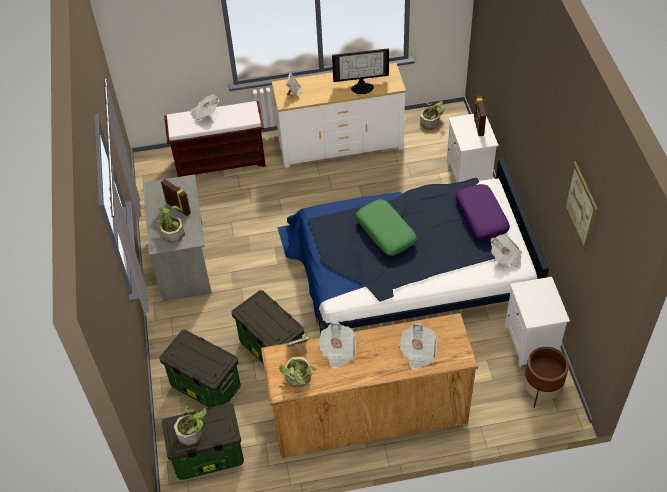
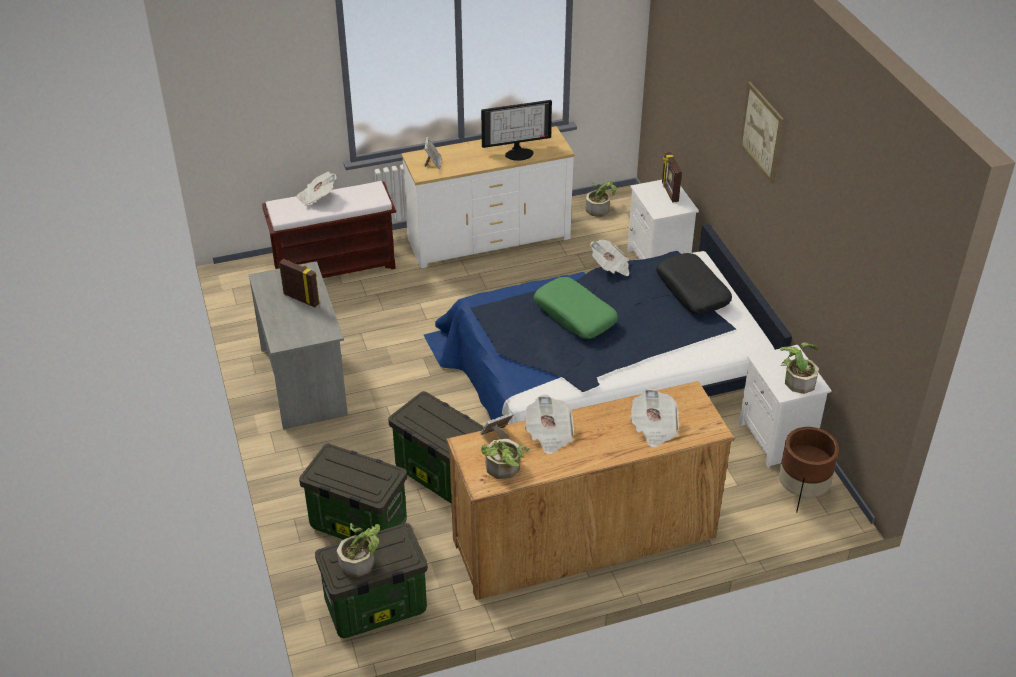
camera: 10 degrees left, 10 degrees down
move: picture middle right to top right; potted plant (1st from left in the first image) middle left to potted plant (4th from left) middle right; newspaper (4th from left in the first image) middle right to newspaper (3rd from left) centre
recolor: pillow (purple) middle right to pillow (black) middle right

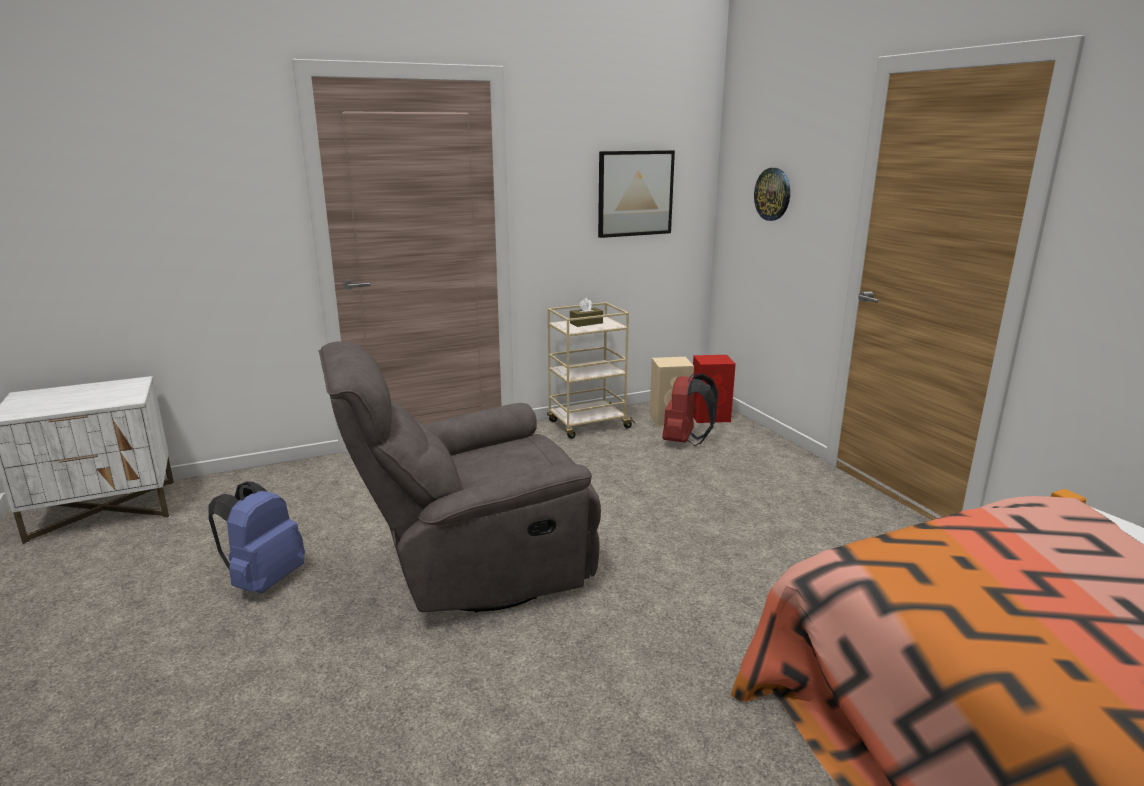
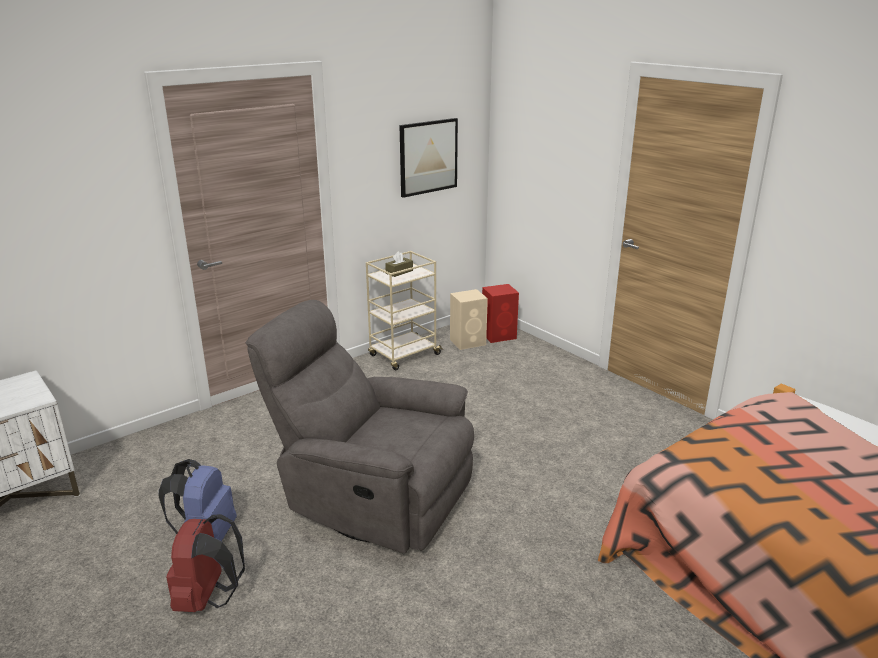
camera: 15 degrees left, 5 degrees up
delete: wall clock top right
move: backpack (red) centre to bottom left
rotate: armchair (grey) centre = centre 60 degrees clockwise

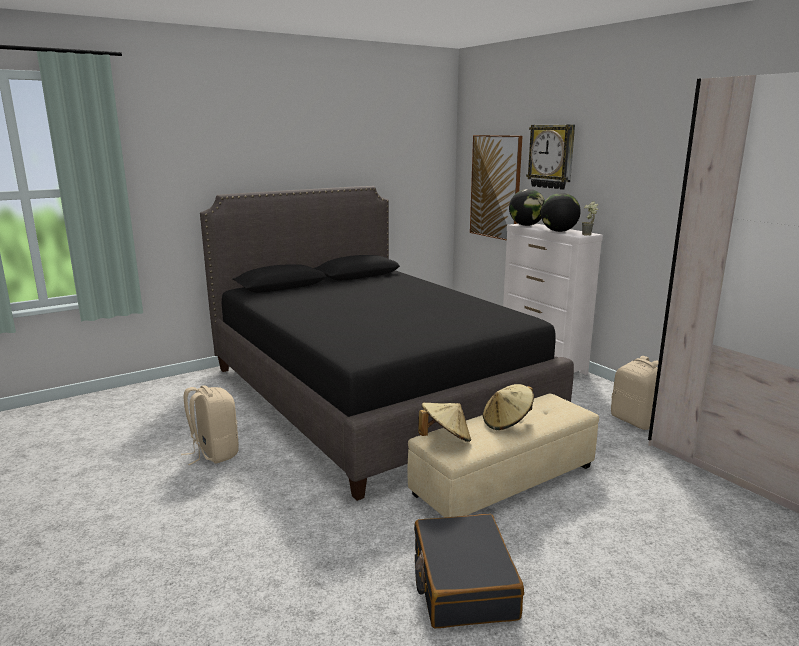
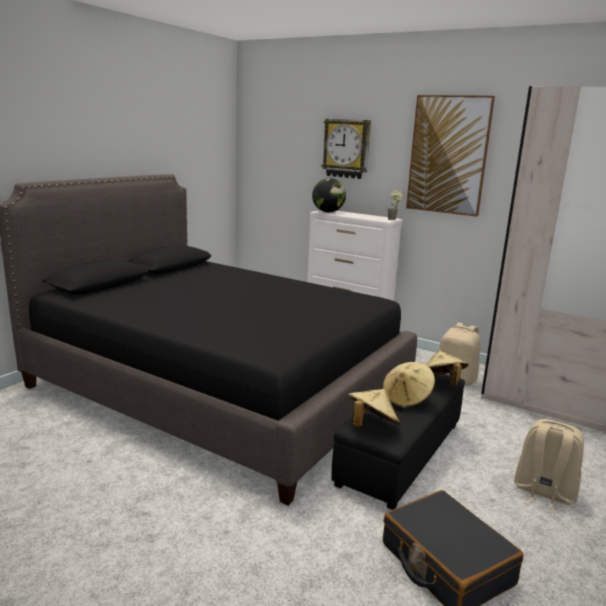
camera: 25 degrees left, 0 degrees up
delete: globe (2nd from left) top right
insert: hat (beige) (3rd from left) middle right
move: picture top centre to top right; backpack (beige) (1st from left in the first image) middle left to backpack (beige) (2nd from left) bottom right
recolor: ottoman (beige) bottom centre to ottoman (black) bottom centre

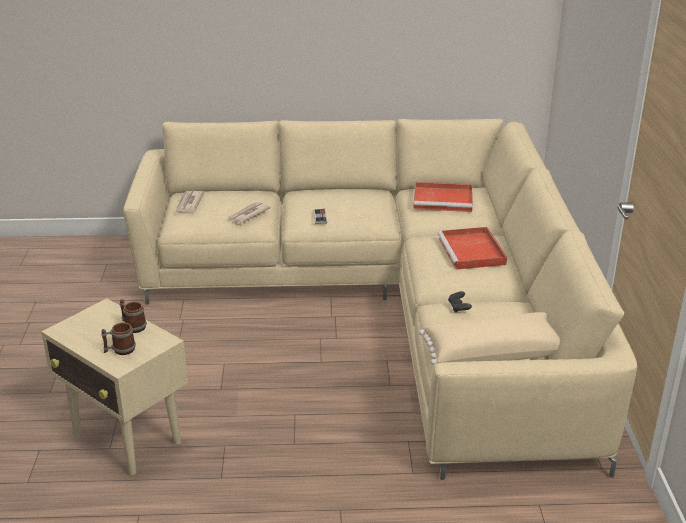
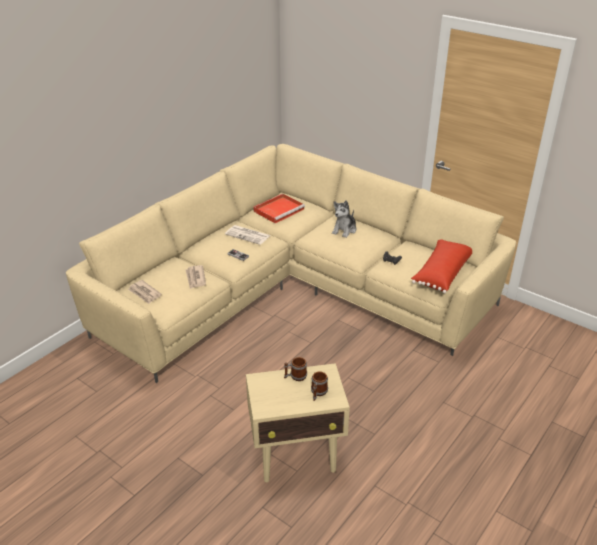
camera: 50 degrees left, 5 degrees up
insert: newspaper (3rd from left) centre
replace: tray (red) (2nd from left) middle right to plush toy centre
recolor: pillow (beige) middle right to pillow (red) middle right

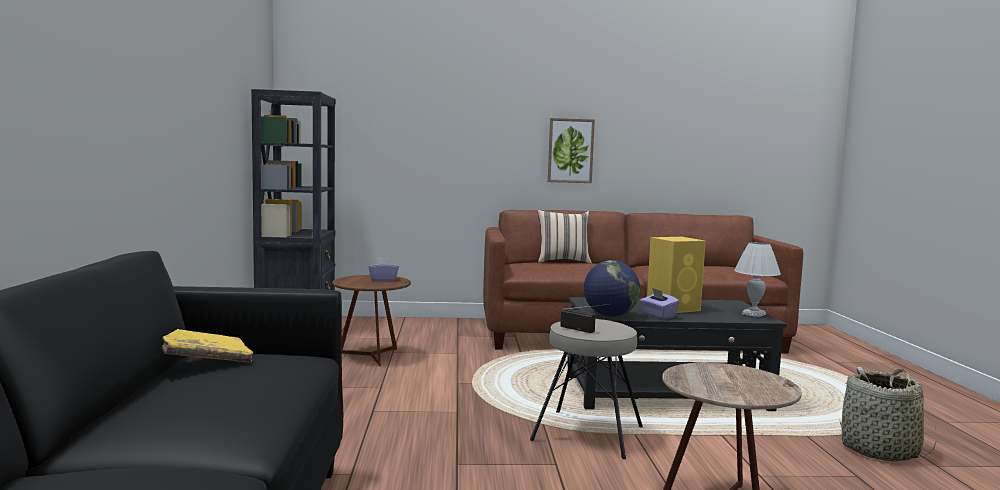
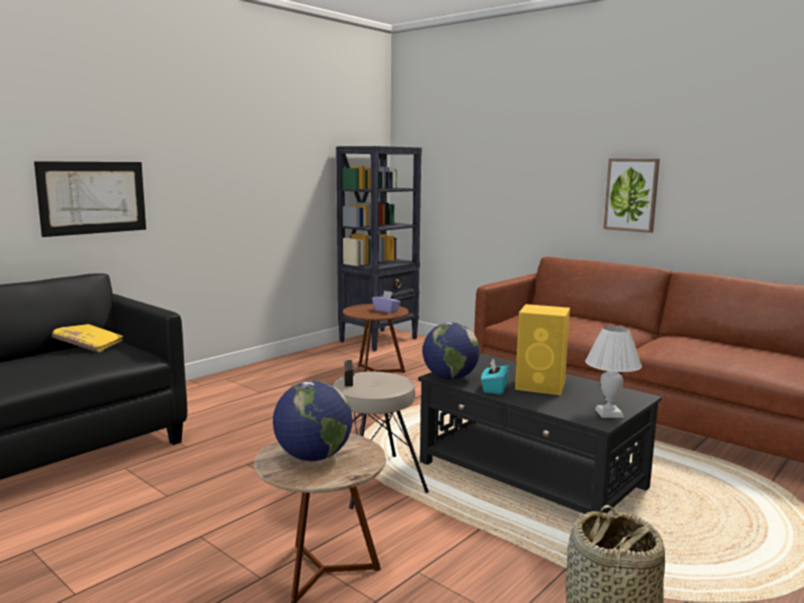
camera: 45 degrees right, 5 degrees up
delete: pillow (beige) centre
insert: picture (1st from left) top left; globe (1st from left) bottom centre
recolor: tissue box (purple) (2nd from left) centre to tissue box (turquoise) centre

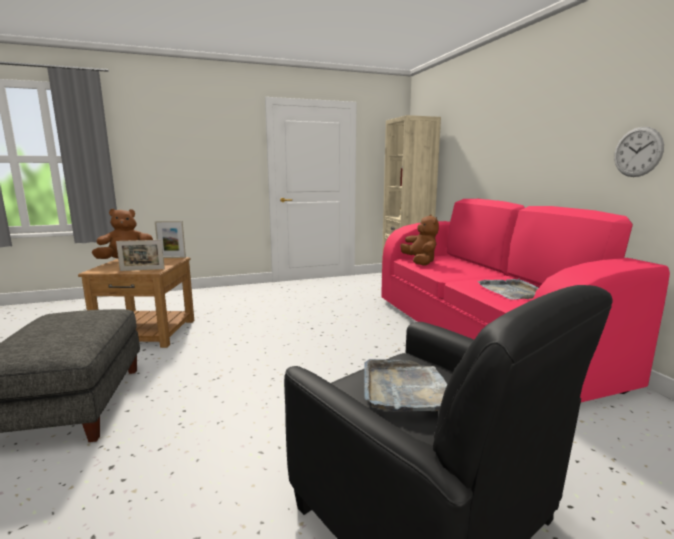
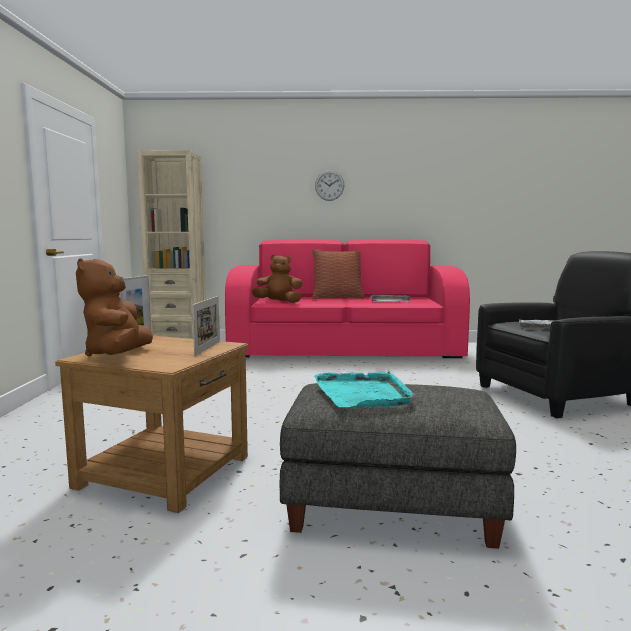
camera: 70 degrees left, 5 degrees down
insert: pillow centre; tray (turquoise) centre
move: wall clock top right to top centre

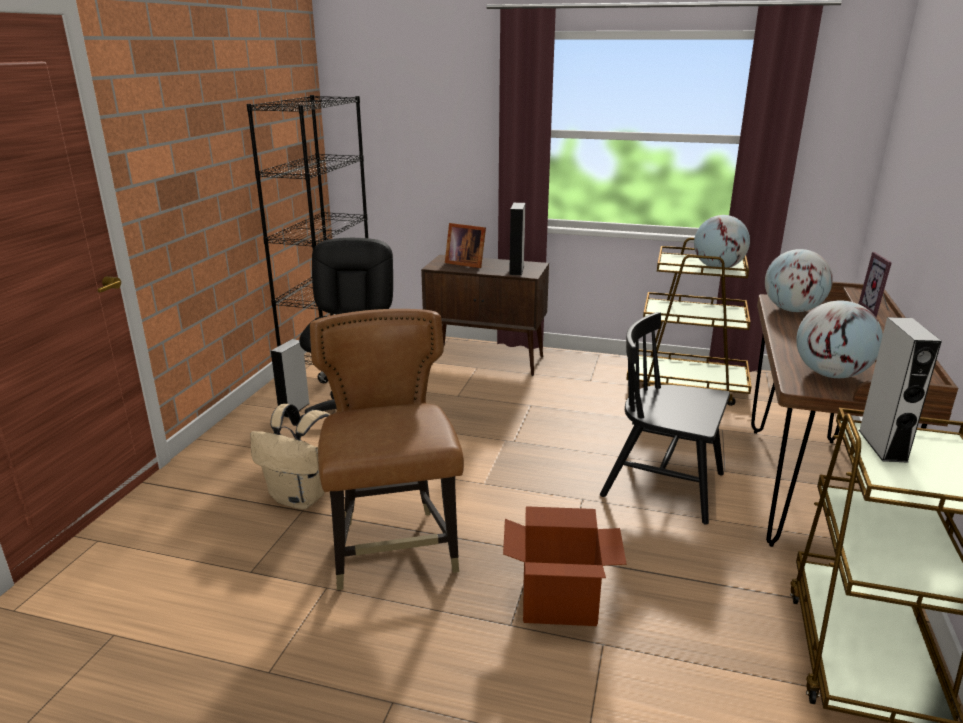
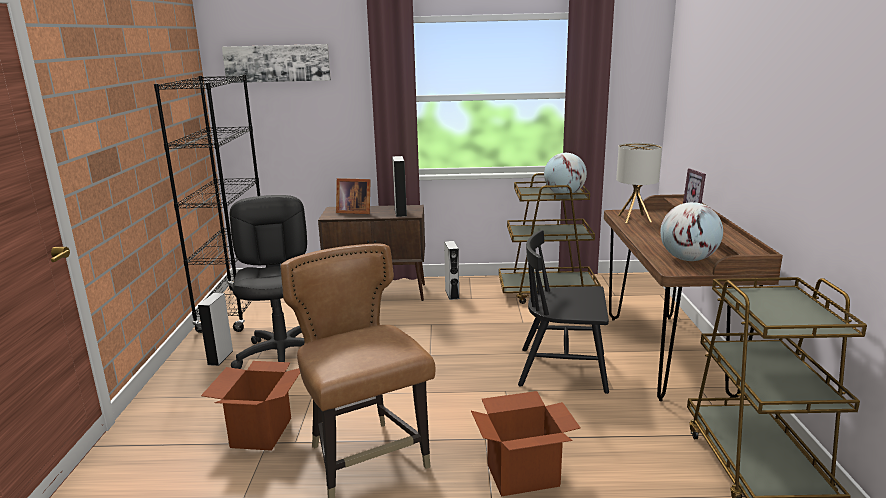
camera: 15 degrees left, 5 degrees down
insert: picture top left
move: speaker (grey) (3rd from left) middle right to centre
replace: globe (2nd from left) middle right to table lamp middle right; backpack (beige) middle left to cardboard box (1st from left) bottom left

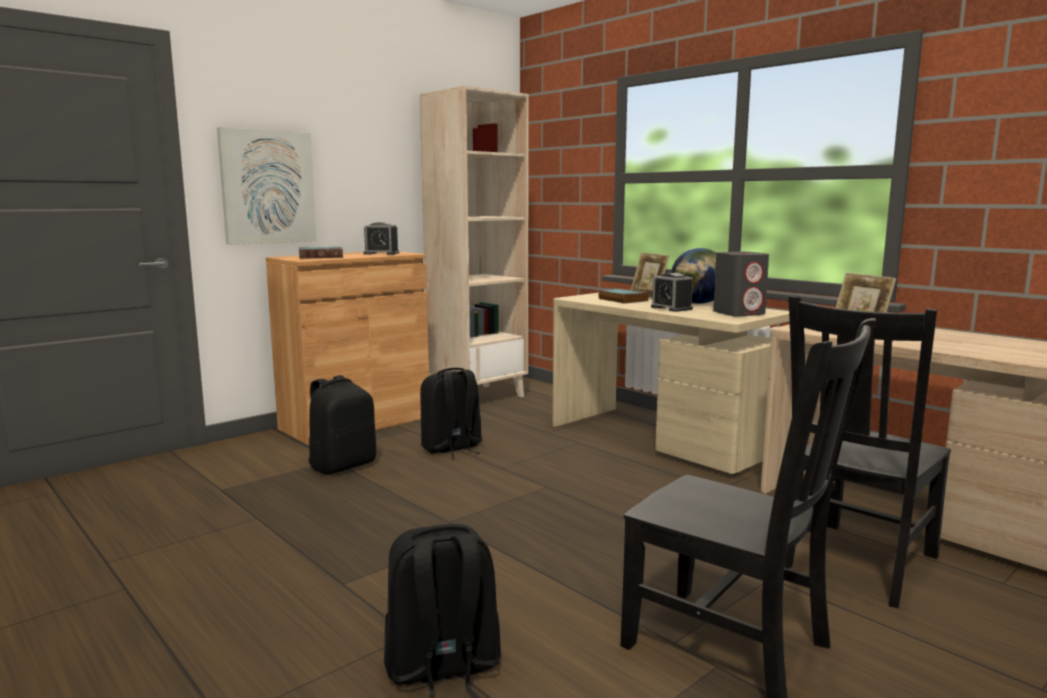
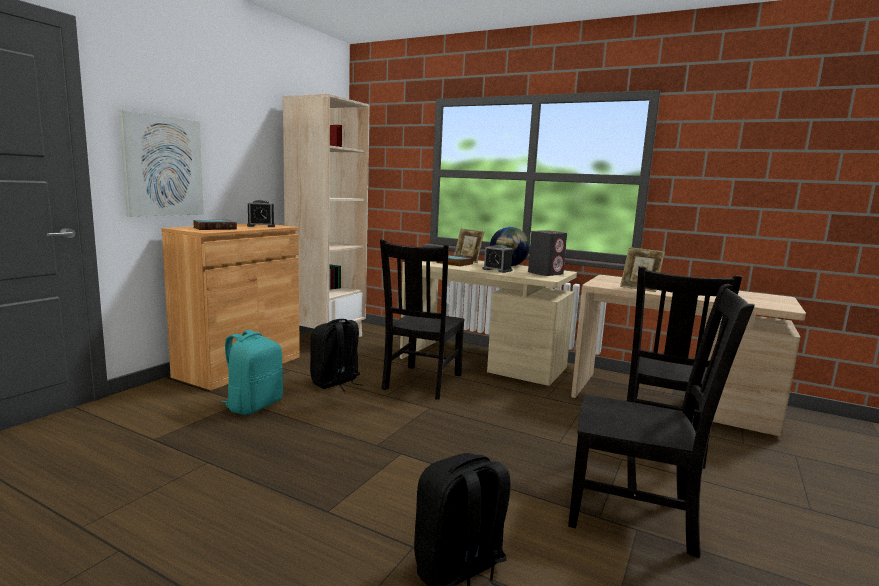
camera: 20 degrees left, 0 degrees up
insert: chair (black) (1st from left) centre
recolor: backpack (black) (1st from left) middle left to backpack (turquoise) middle left

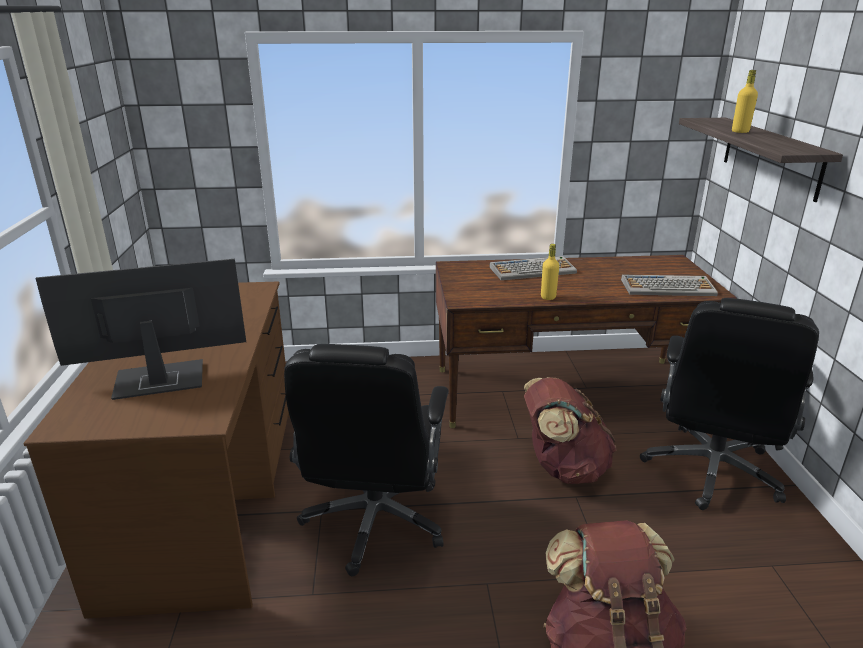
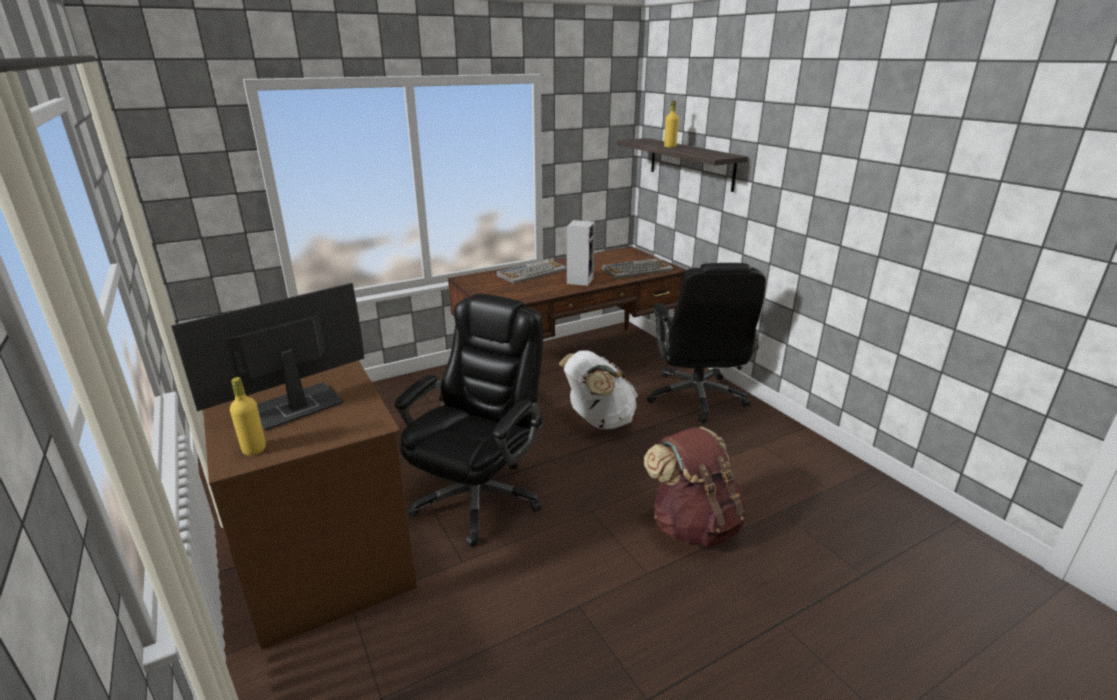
camera: 25 degrees left, 0 degrees up
insert: speaker centre
move: bottle (yellow) (1st from left) centre to middle left
recolor: backpack (brown) (1st from left) centre to backpack (white) centre
rotate: office chair (black) (1st from left) bottom centre = centre 135 degrees counterclockwise

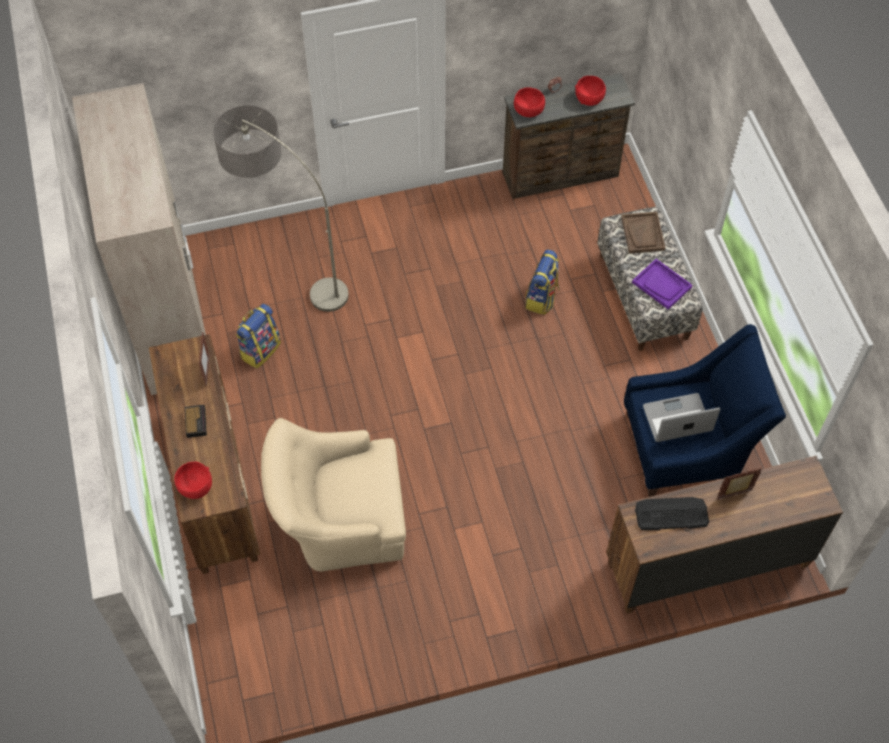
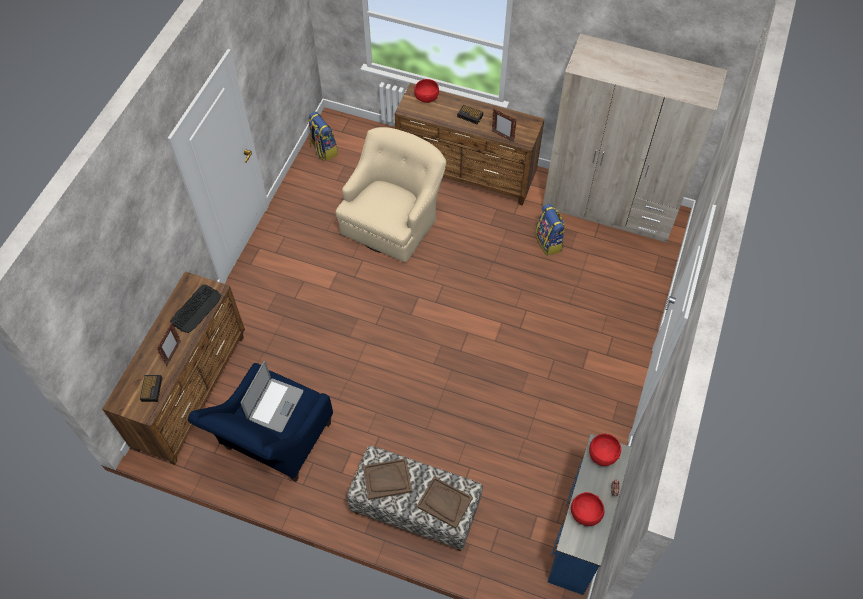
camera: 125 degrees right, 0 degrees up
delete: floor lamp top left
insert: alarm clock (1st from left) middle left
move: backpack (2nd from left in the first image) centre to backpack (1st from left) top centre
recolor: dresser (brown) (2nd from left) top centre to dresser (blue) bottom right; tray (purple) middle right to tray (brown) (1st from left) bottom centre

